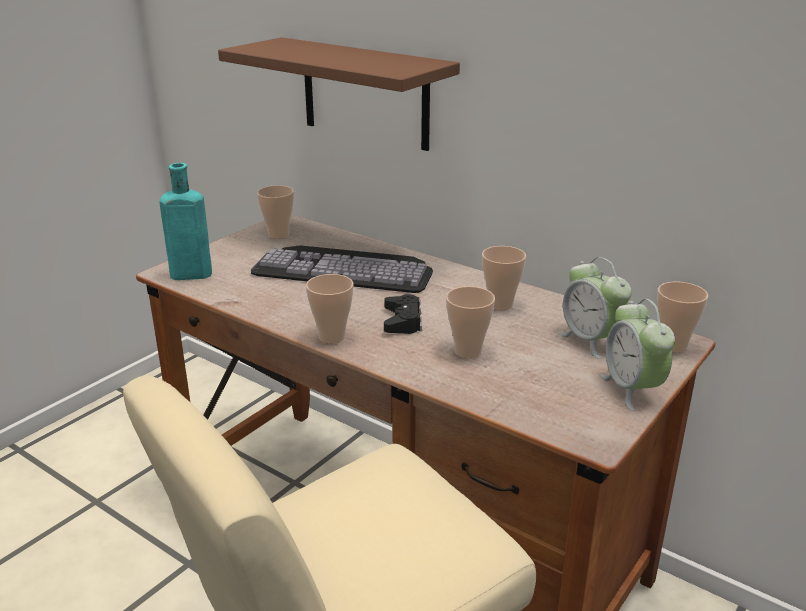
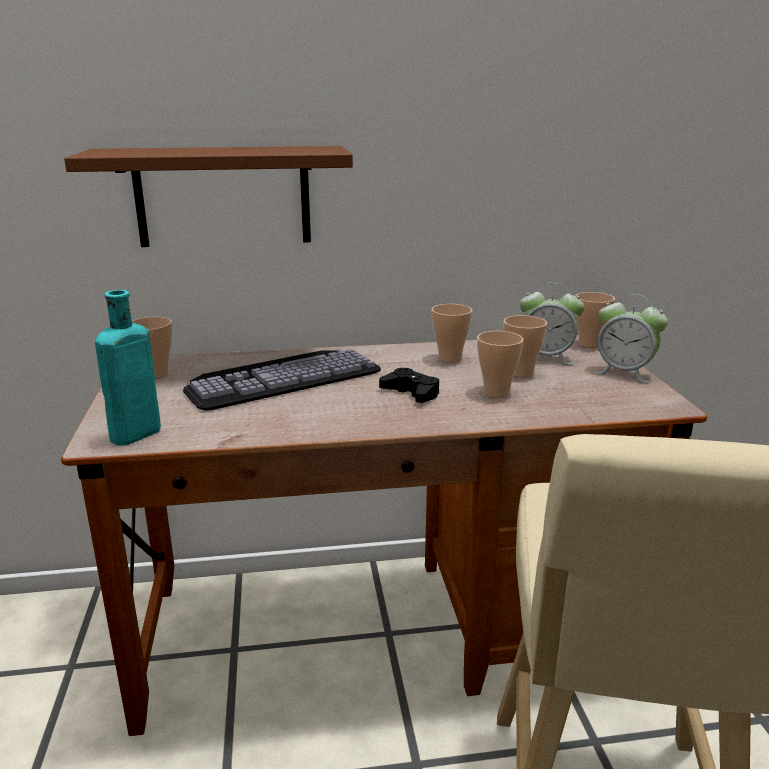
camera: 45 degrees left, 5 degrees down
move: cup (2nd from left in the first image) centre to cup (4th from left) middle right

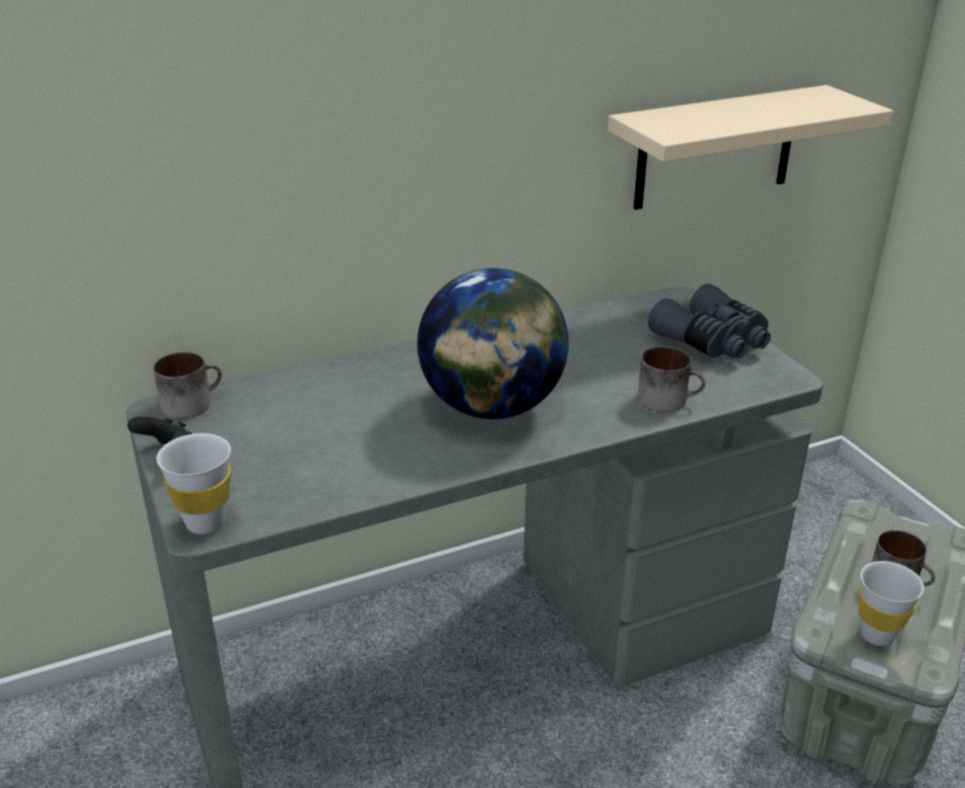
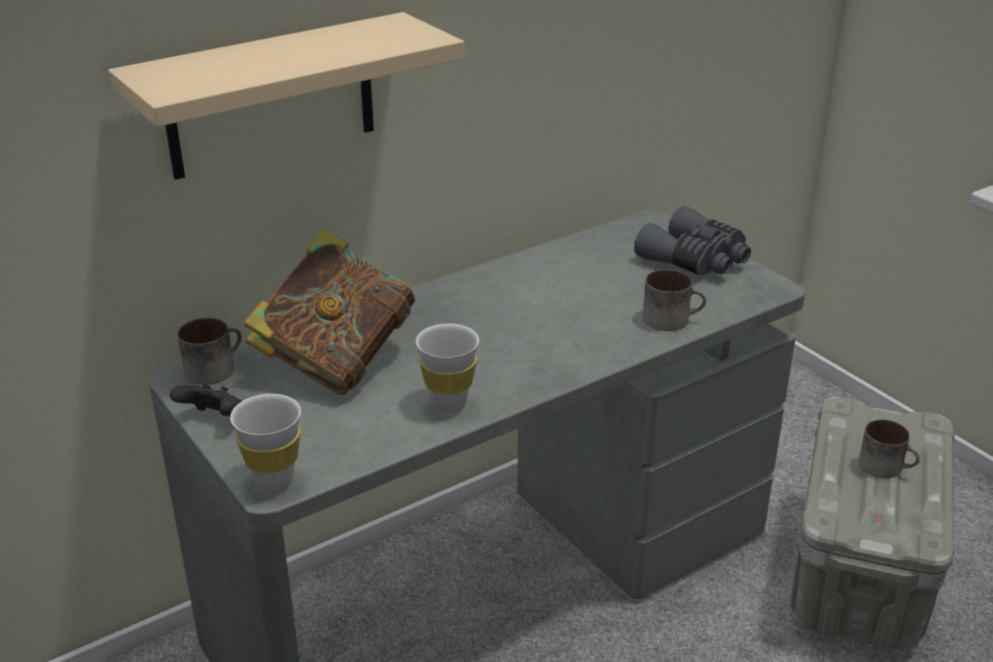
camera: 10 degrees left, 0 degrees up
delete: globe centre
insert: book middle left
move: shelf (beige) top right to top left; cup (white) (2nd from left) bottom right to centre

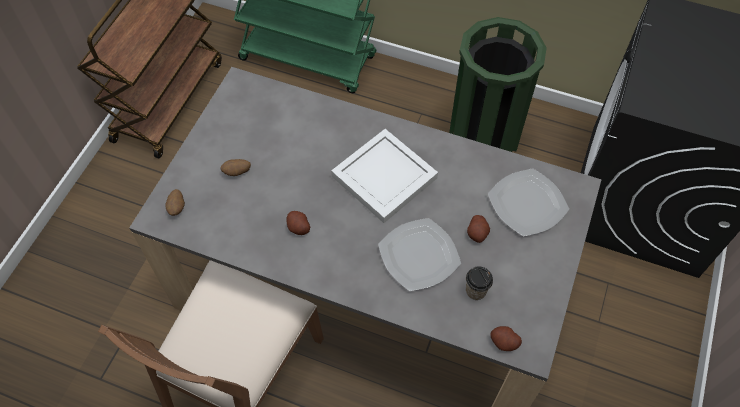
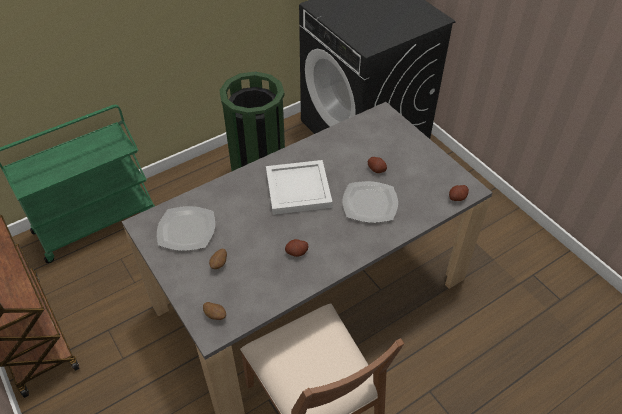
camera: 55 degrees left, 10 degrees down
delete: cup bottom centre
move: plate (2nd from left in the first image) middle right to plate (1st from left) middle left

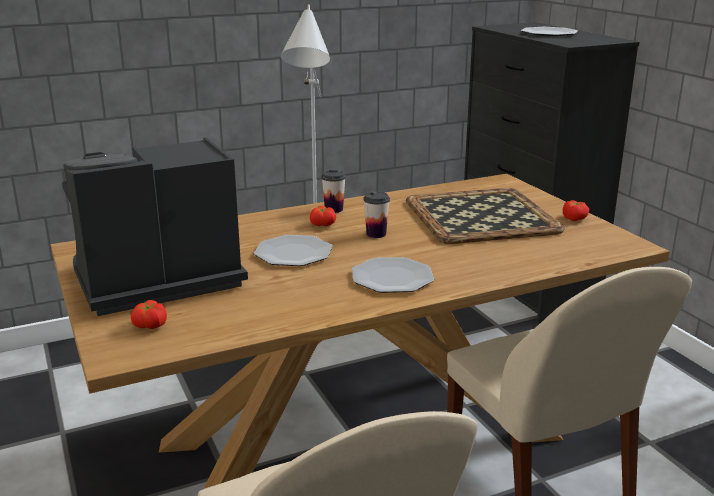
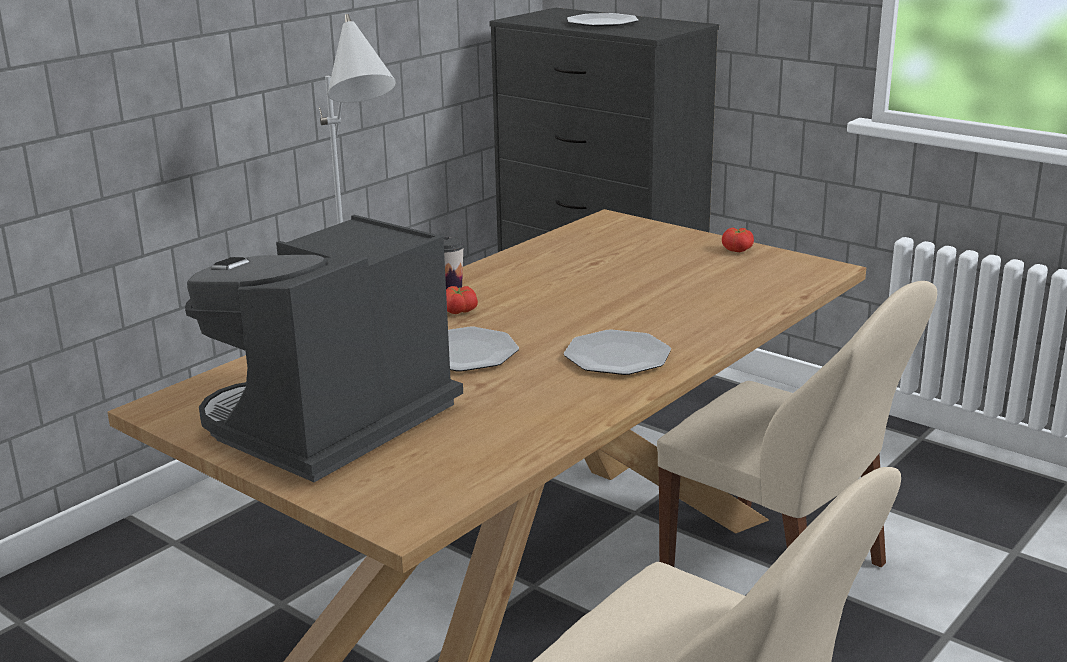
camera: 25 degrees left, 0 degrees up
delete: tray middle right; cup (2nd from left) centre; tomato (1st from left) middle left

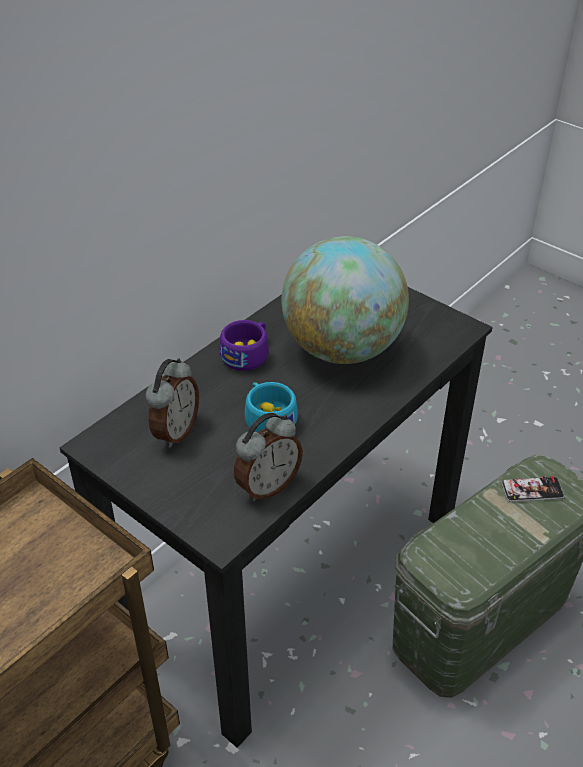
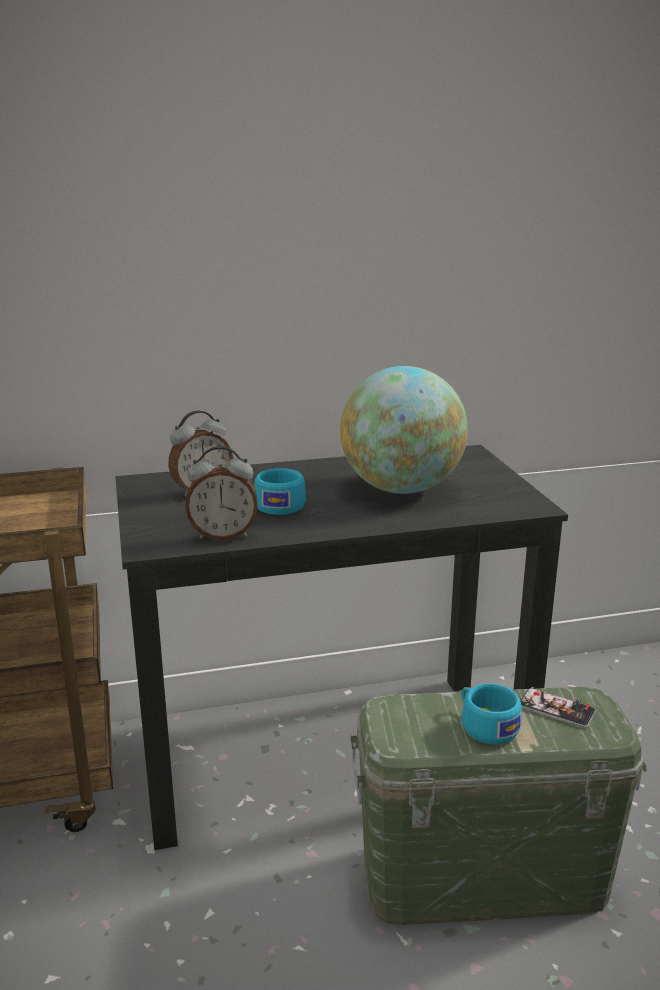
camera: 35 degrees right, 20 degrees down
delete: cup (purple) centre
insert: cup (turquoise) (2nd from left) bottom right

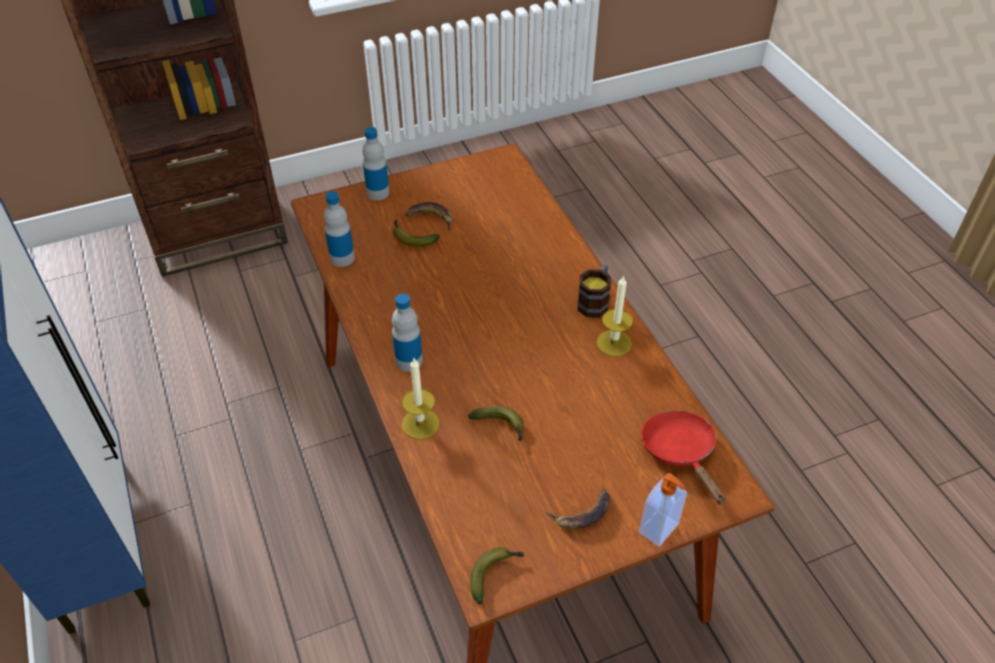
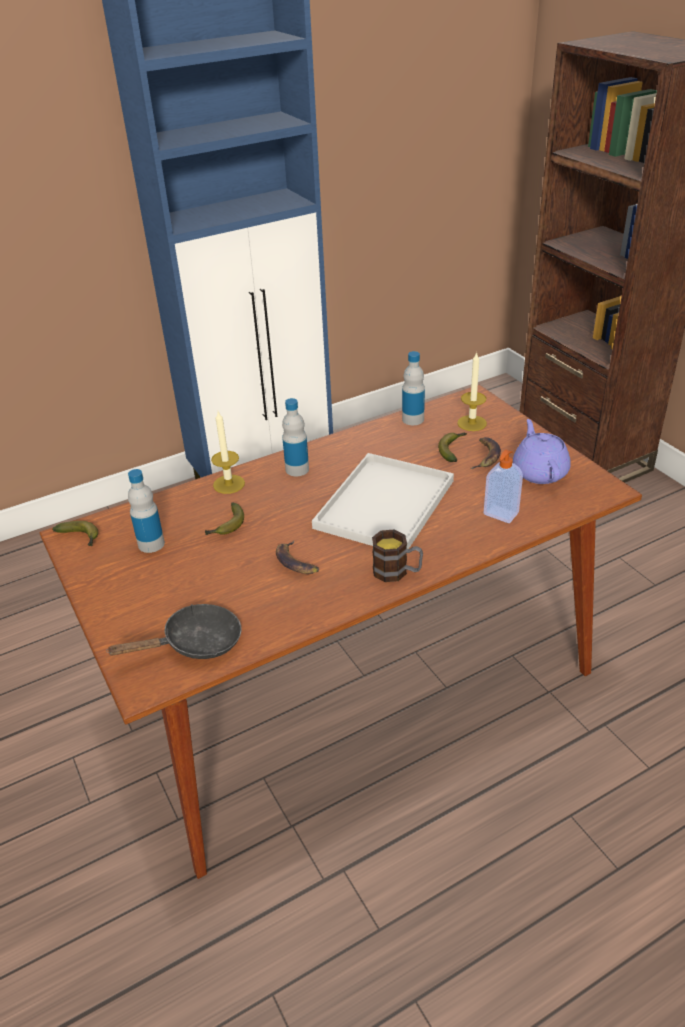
camera: 85 degrees right, 10 degrees down
insert: teapot (purple) middle right; tray (white) centre
move: bottle (2nd from left in the first image) top centre to bottle (1st from left) middle left; candle (2nd from left) centre to middle right; soap dispenser bottom centre to middle right; banana (5th from left in the first image) bottom centre to banana (3rd from left) centre
recolor: frying pan (red) bottom right to frying pan (black) middle left

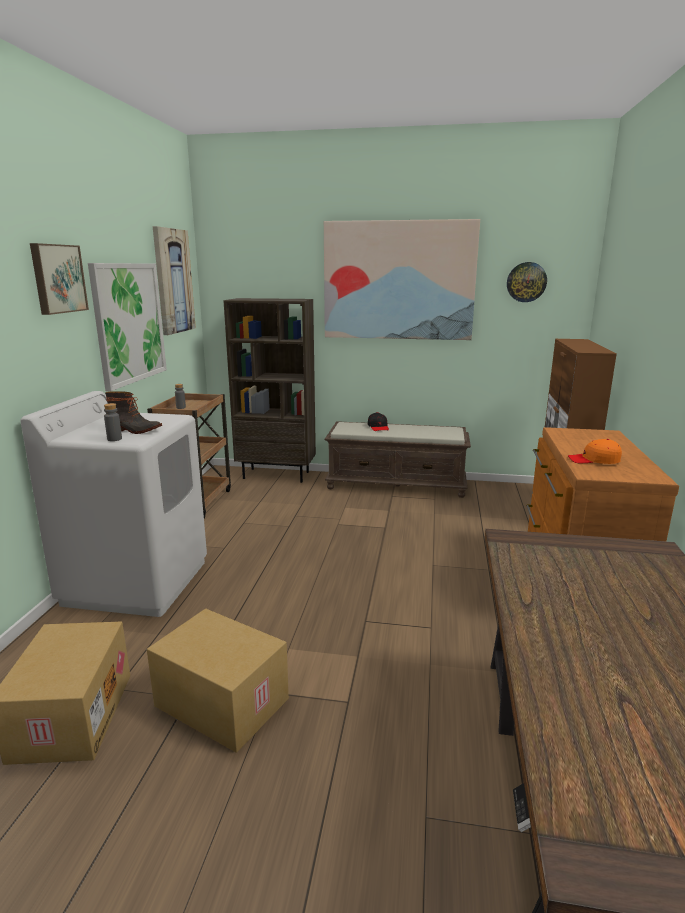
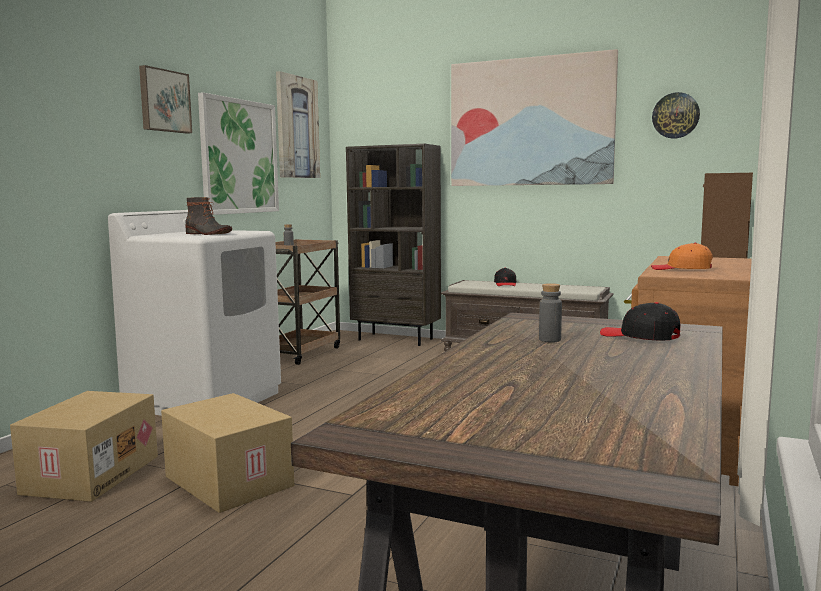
camera: 15 degrees right, 10 degrees down
insert: cap (black) (2nd from left) middle right
move: bottle (grey) (1st from left in the first image) middle left to bottle (grey) (2nd from left) middle right

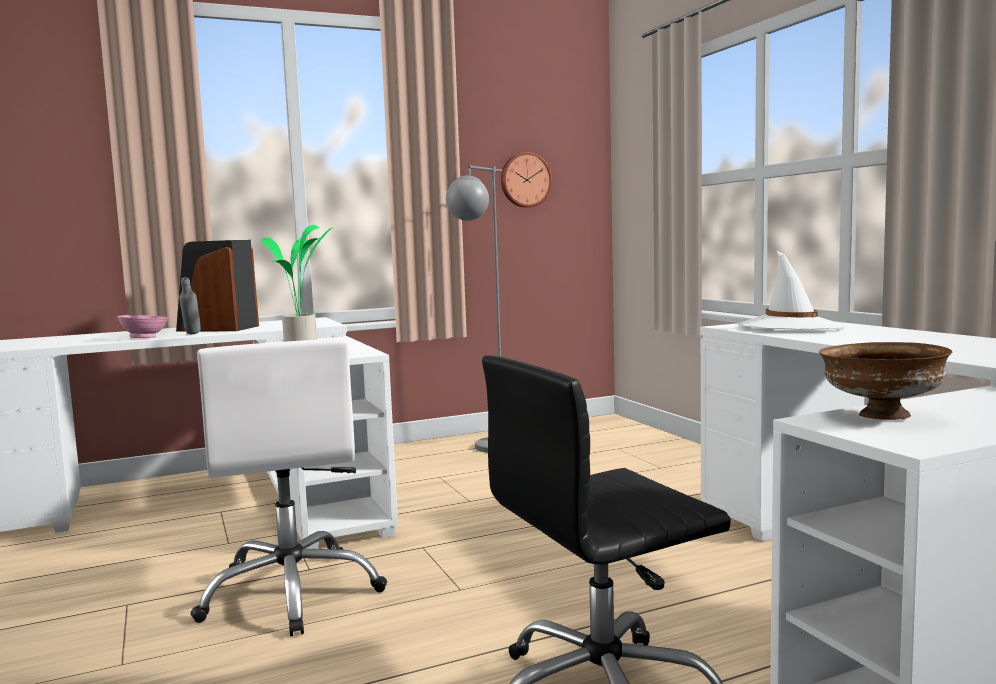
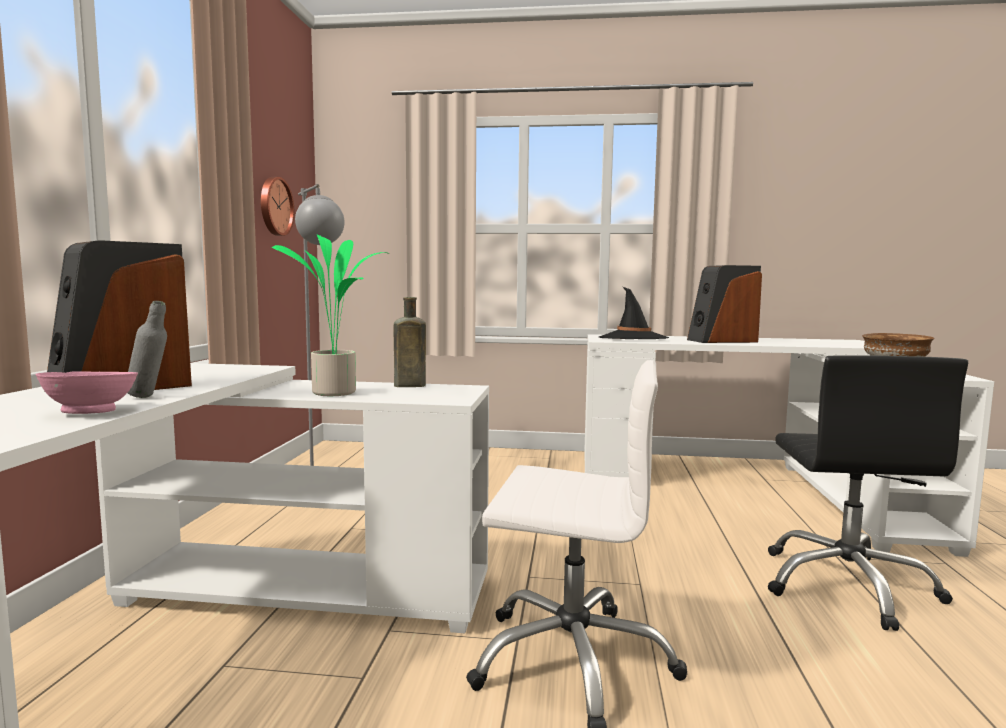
camera: 60 degrees left, 0 degrees up
insert: speaker (2nd from left) middle right; bottle (brown) centre
recolor: hat (white) middle right to hat (black) centre

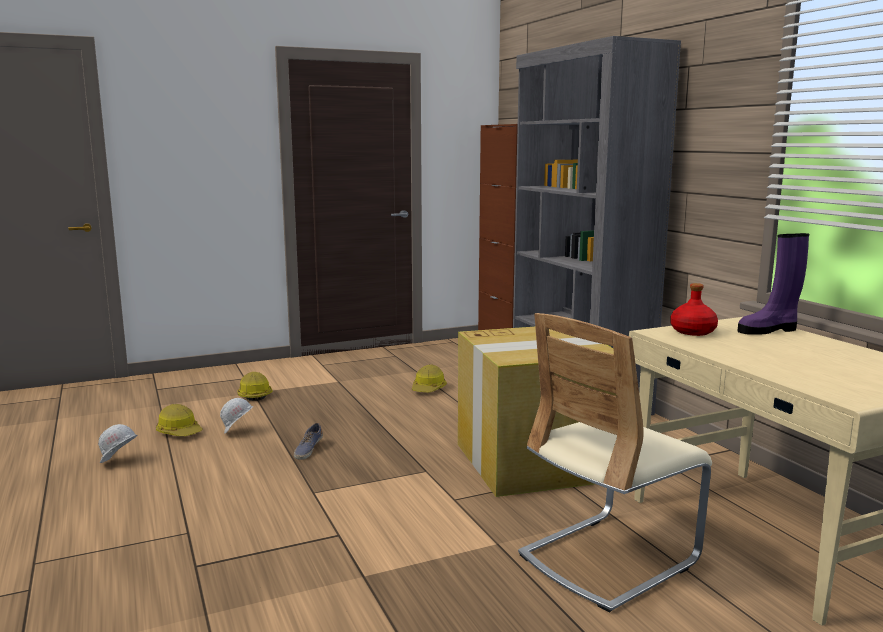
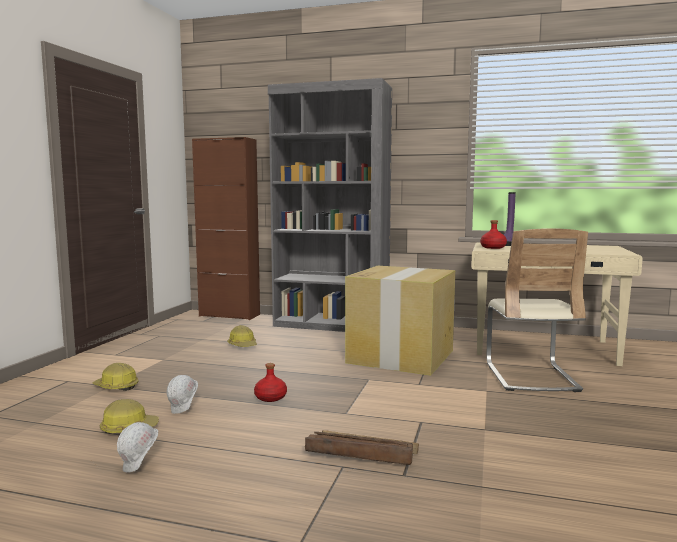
camera: 50 degrees left, 5 degrees down
insert: crate bottom centre
replace: shoe bottom centre to bottle (red) (1st from left) bottom centre

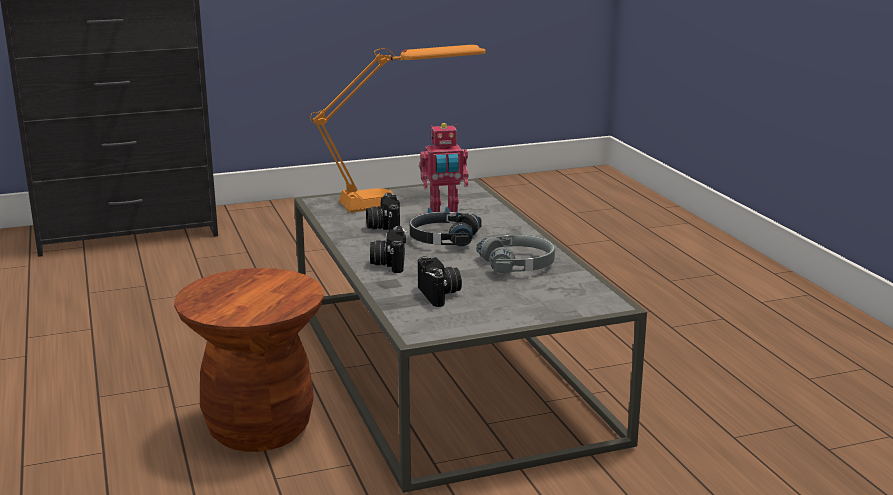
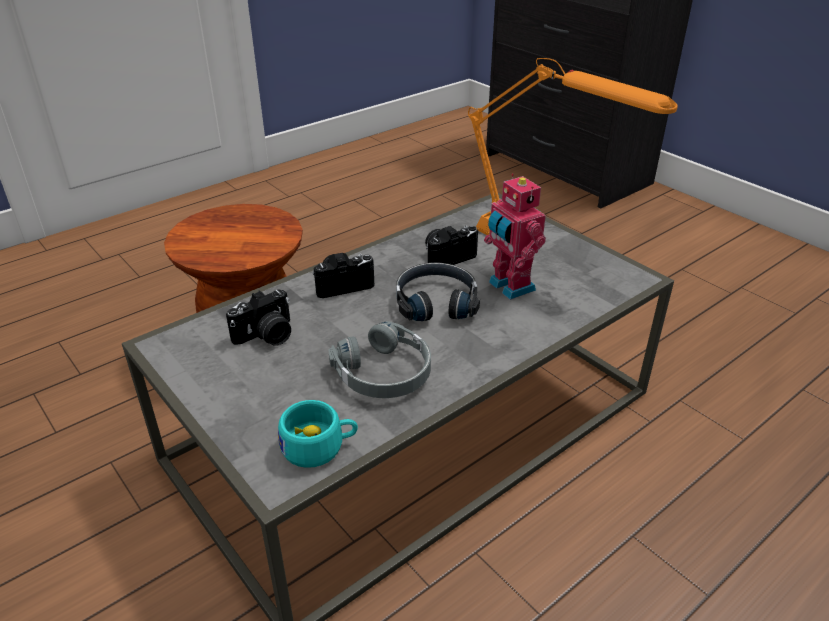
camera: 70 degrees right, 15 degrees up
insert: cup (turquoise) bottom centre

